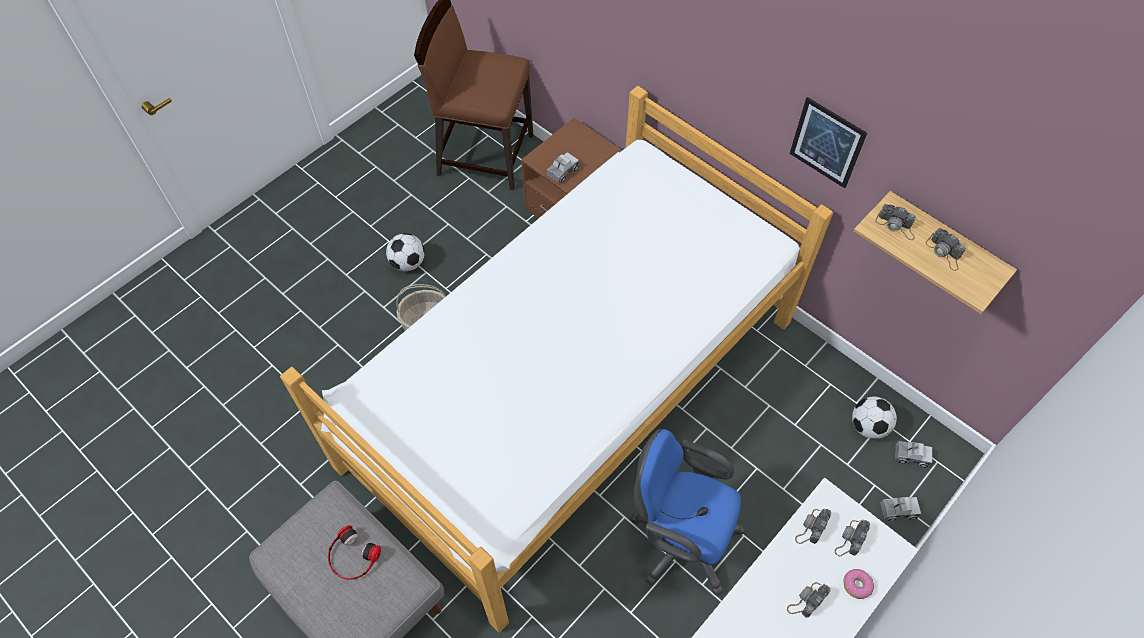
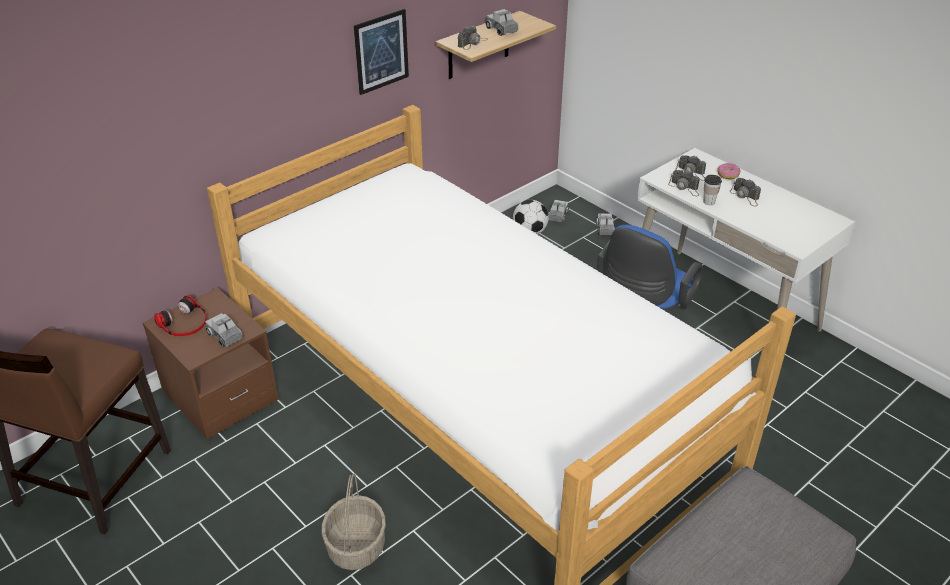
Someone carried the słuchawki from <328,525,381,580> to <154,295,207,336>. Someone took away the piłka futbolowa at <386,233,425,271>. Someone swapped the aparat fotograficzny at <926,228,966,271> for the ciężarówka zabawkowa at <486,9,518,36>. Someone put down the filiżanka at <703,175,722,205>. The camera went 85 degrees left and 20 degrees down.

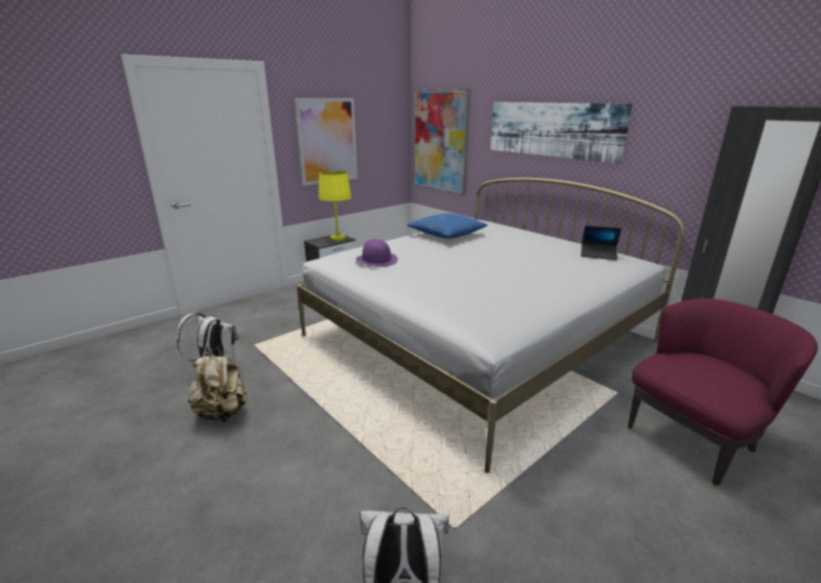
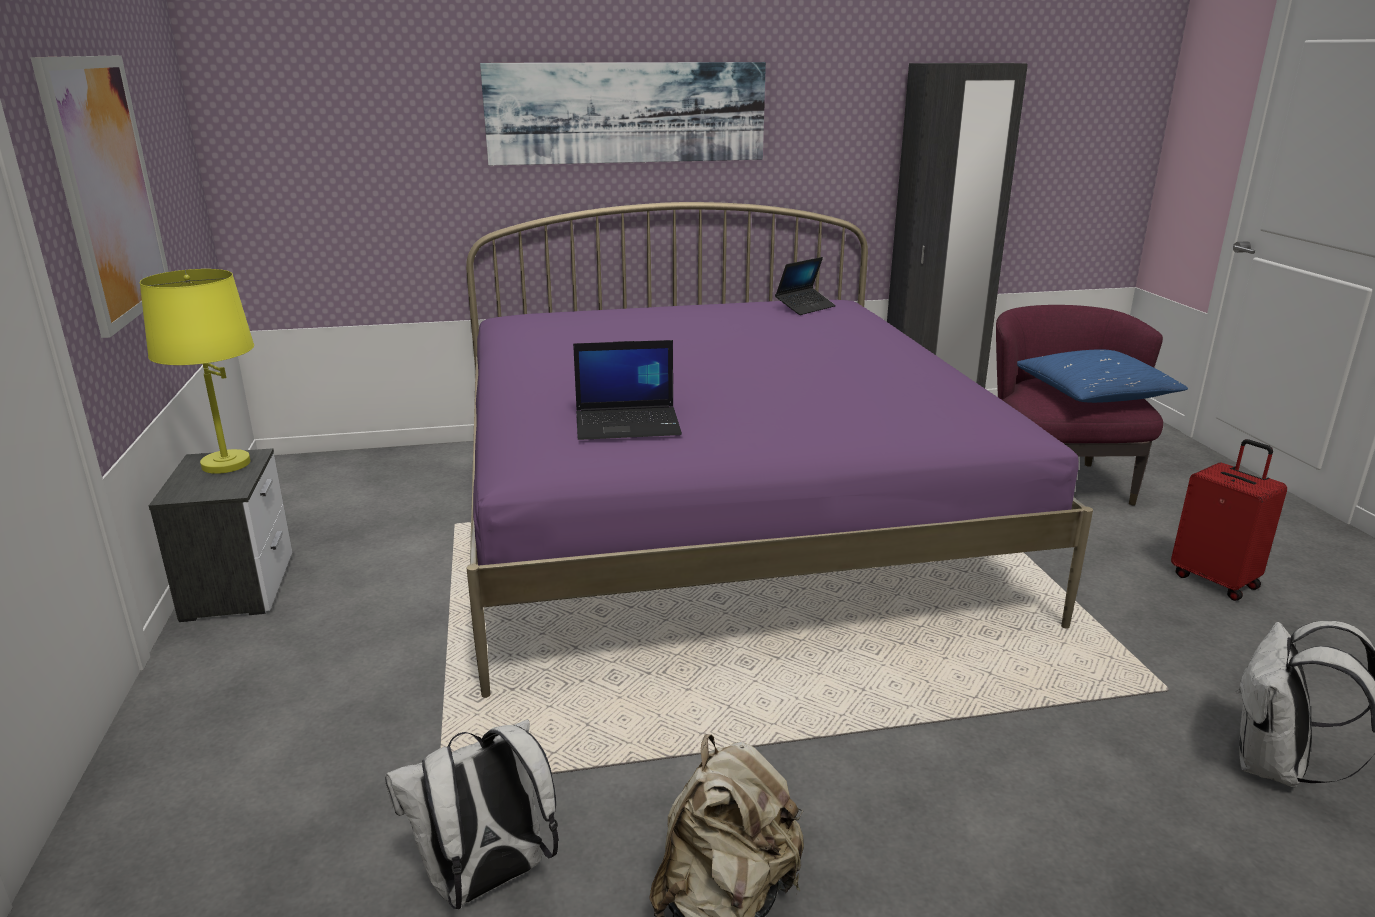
Someone repainted the łóżko/biały at <296,178,684,473>, which became the łóżko/fioletowy at <466,202,1093,698>. Someone swapped the kapelusz/fioletowy at <356,239,398,267> for the laptop at <573,340,682,440>. Someone carried the poduszka/niebieski from <407,213,487,239> to <1017,349,1188,403>. Someone took away the obraz at <414,89,471,195>. Someone put down the walizka/czerwony at <1171,439,1287,601>. The camera went 60 degrees left and 0 degrees up.

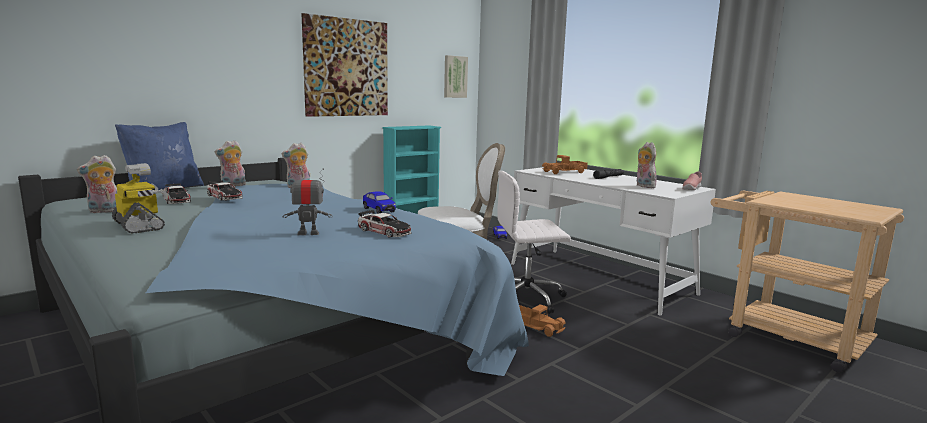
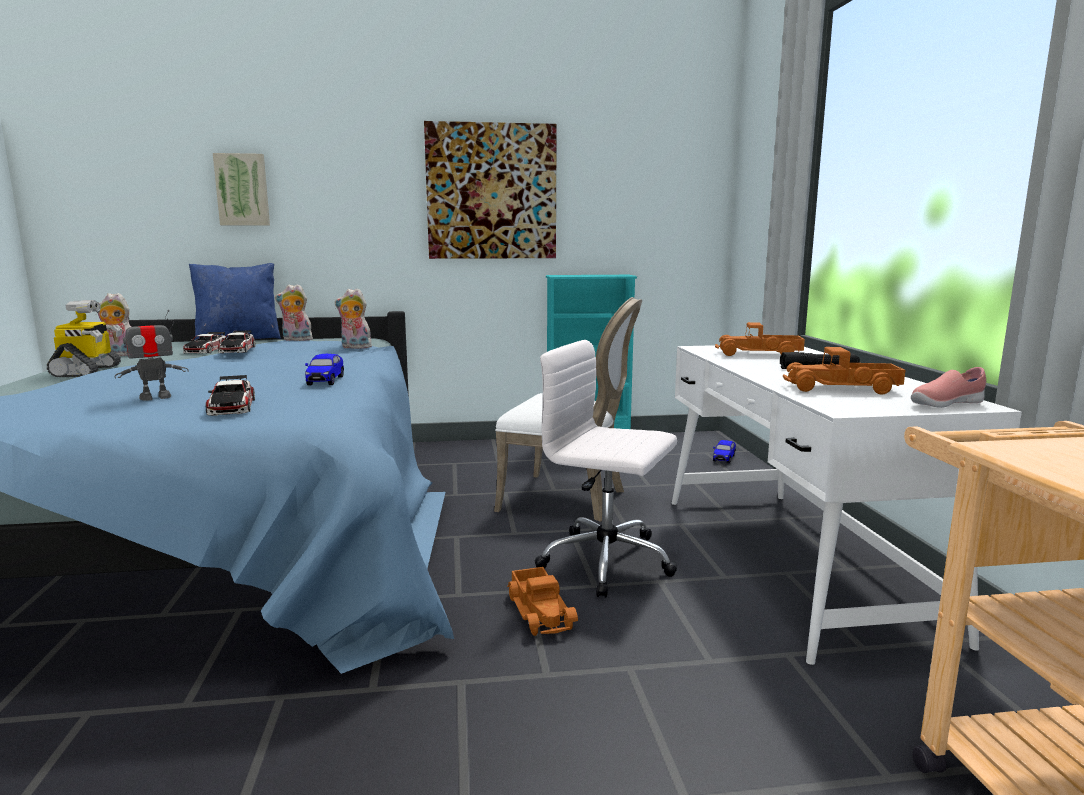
Someone rotated the robot zabawkowy at <283,168,333,235> by 120 degrees clockwise. Someone carried the obraz from <444,55,468,98> to <213,153,270,226>. Someone swapped the pluszak at <637,142,657,188> for the ciężarówka zabawkowa at <783,347,905,395>. The camera went 35 degrees right and 0 degrees up.

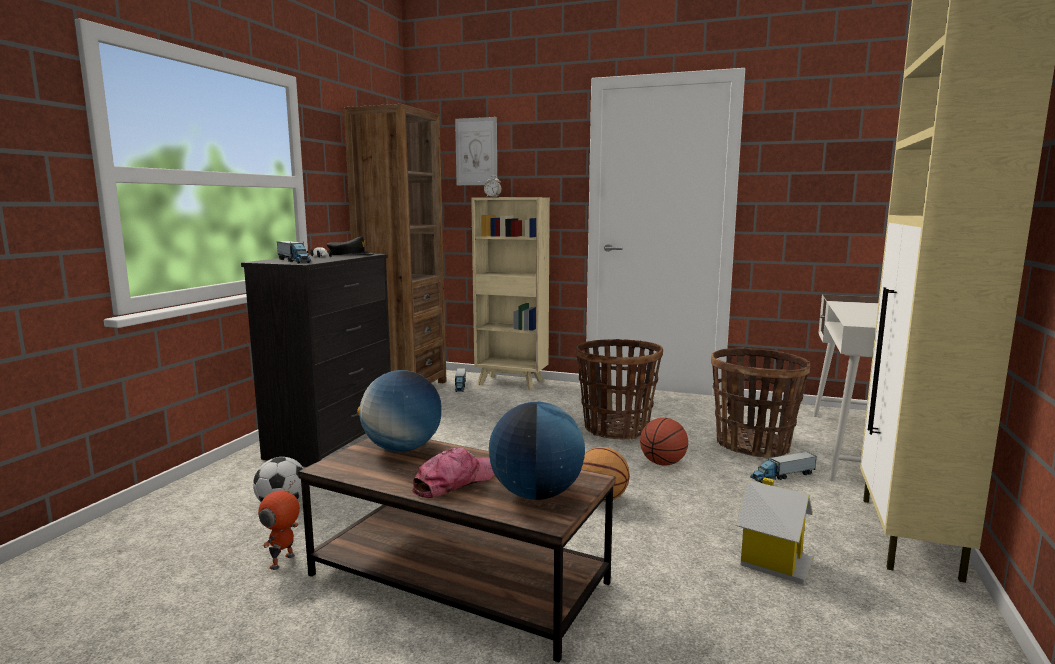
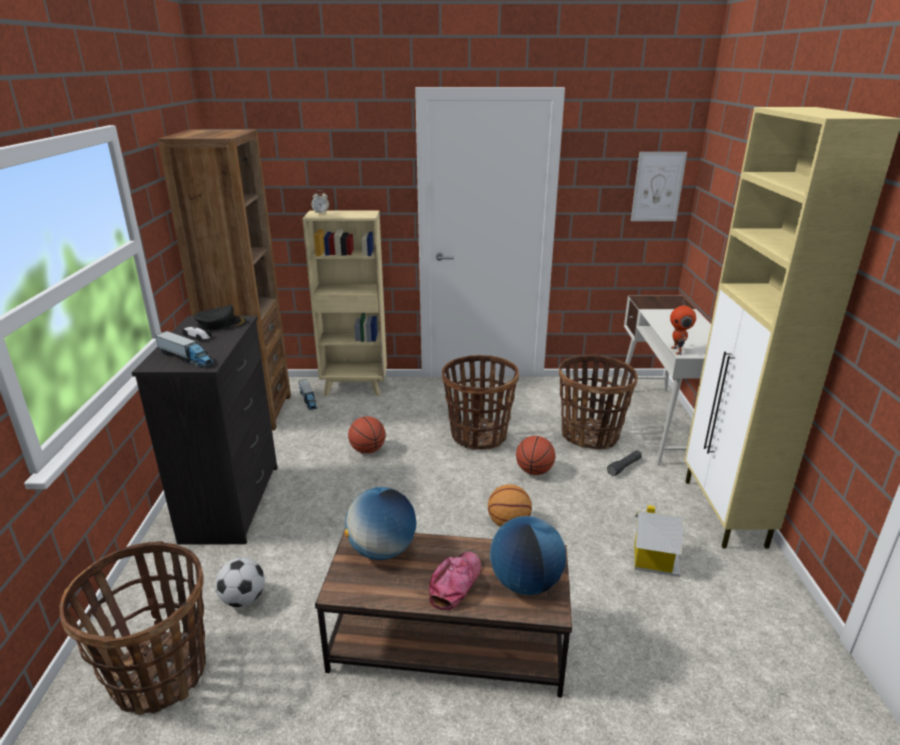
Someone carried the robot zabawkowy from <258,480,300,570> to <670,299,696,355>. Someone carried the obraz from <455,117,497,185> to <631,152,687,221>. Someone swapped the ciężarówka zabawkowa at <750,452,817,483> for the latarka/czarny at <607,450,642,476>. Someone put down the koszyk at <59,541,206,715>. Someone put down the piłka do koszykówki at <348,416,386,454>. The camera went 20 degrees left and 15 degrees up.

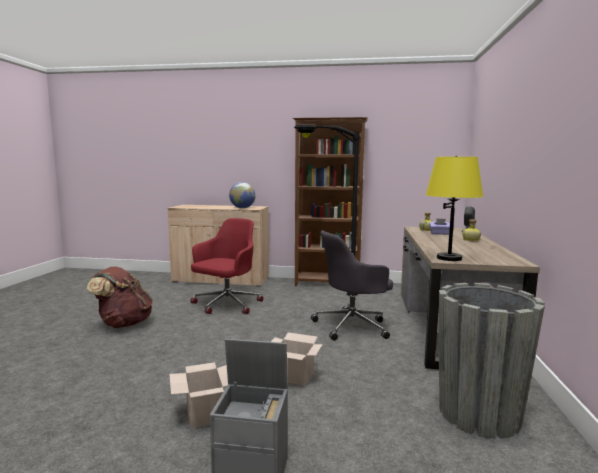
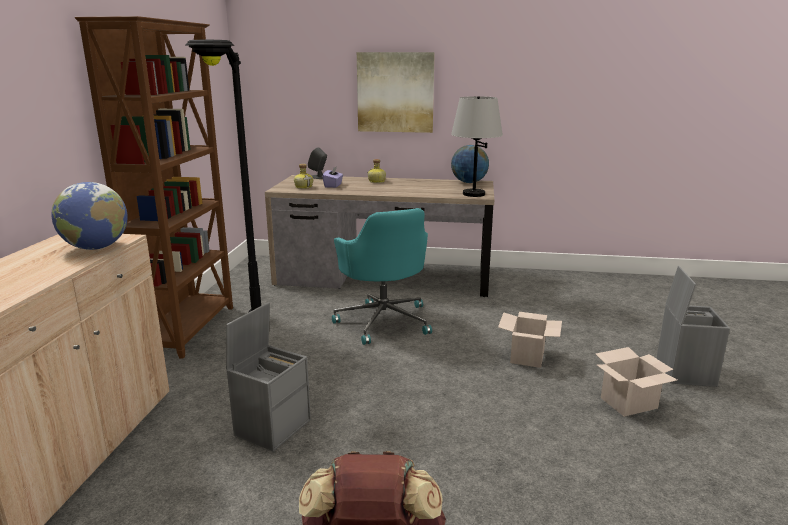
Someone swapped the krzesło biurowe/czerwony at <190,218,263,314> for the pojemnik do przechowywania/szary at <226,302,311,452>. Someone repainted the krzesło biurowe/szary at <311,231,393,341>, which became the krzesło biurowe/turkusowy at <332,208,432,345>. Someone repainted the lampa stołowa/żółty at <426,156,483,261>, which became the lampa stołowa/szary at <451,96,503,197>. Someone took away the donica/szary at <439,283,545,439>. Someone put up the obraz at <357,52,435,133>. Someone put down the globus at <451,145,489,183>. The camera went 90 degrees left and 10 degrees up.

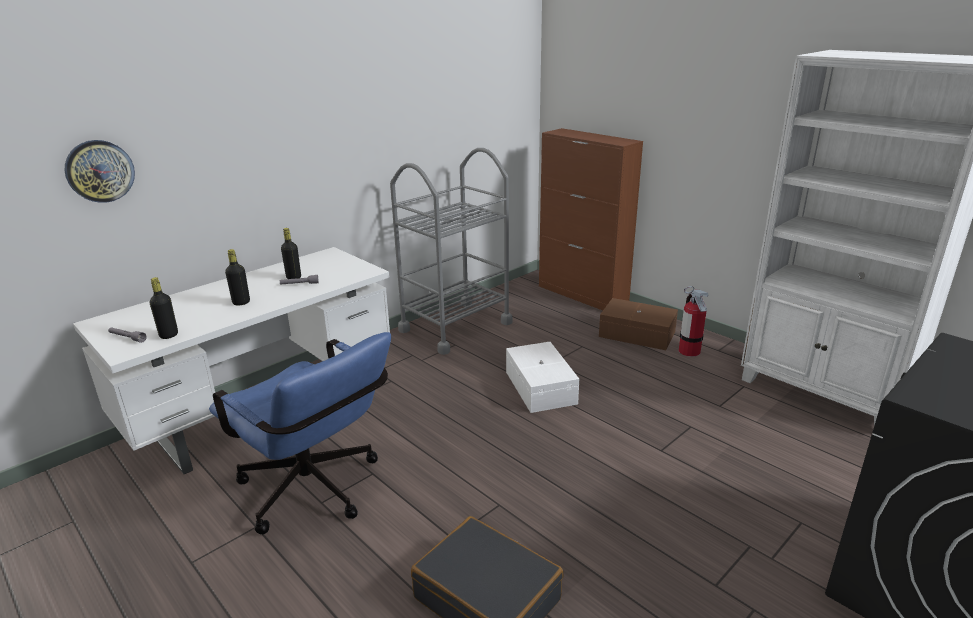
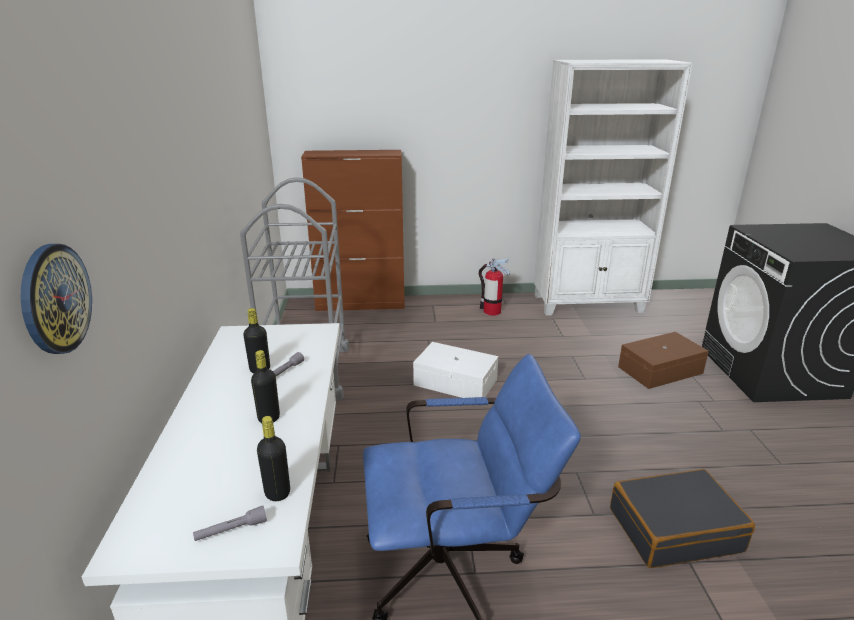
Someone carried the pojemnik do przechowywania/brązowy from <599,298,678,350> to <618,332,709,389>. The camera went 50 degrees left and 0 degrees up.

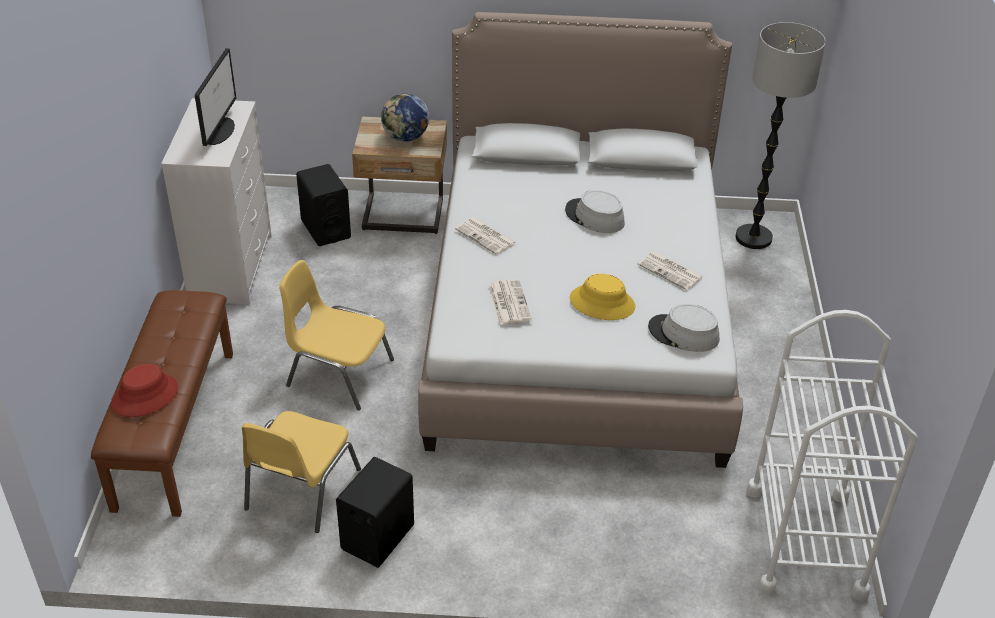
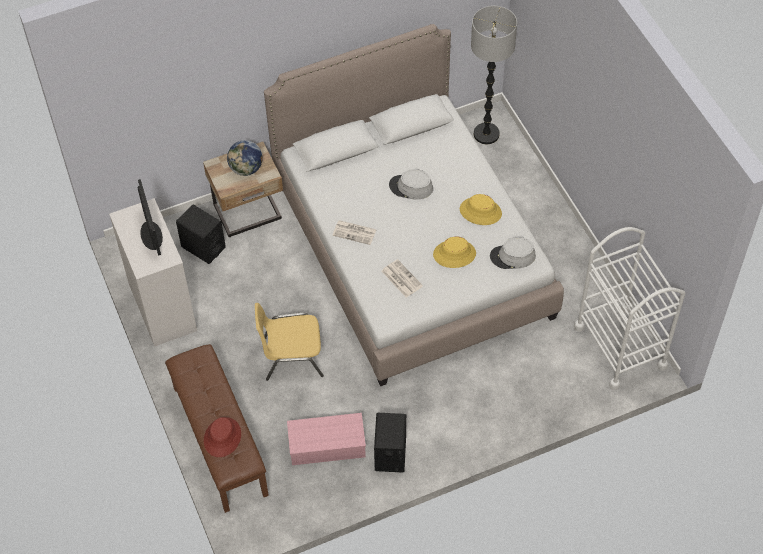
Someone swapped the krzesło/żółty at <242,411,361,533> for the pojemnik do przechowywania/różowy at <287,413,366,465>. Someone swapped the gazeta at <638,251,703,290> for the kapelusz/żółty at <460,194,502,225>. The camera went 25 degrees left and 15 degrees up.

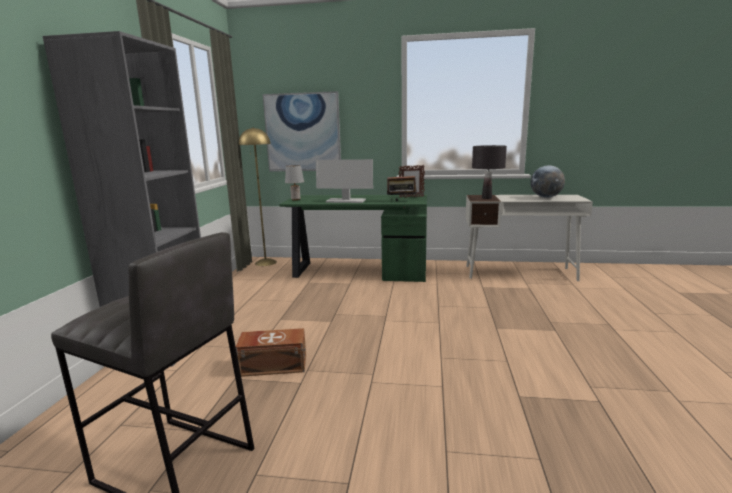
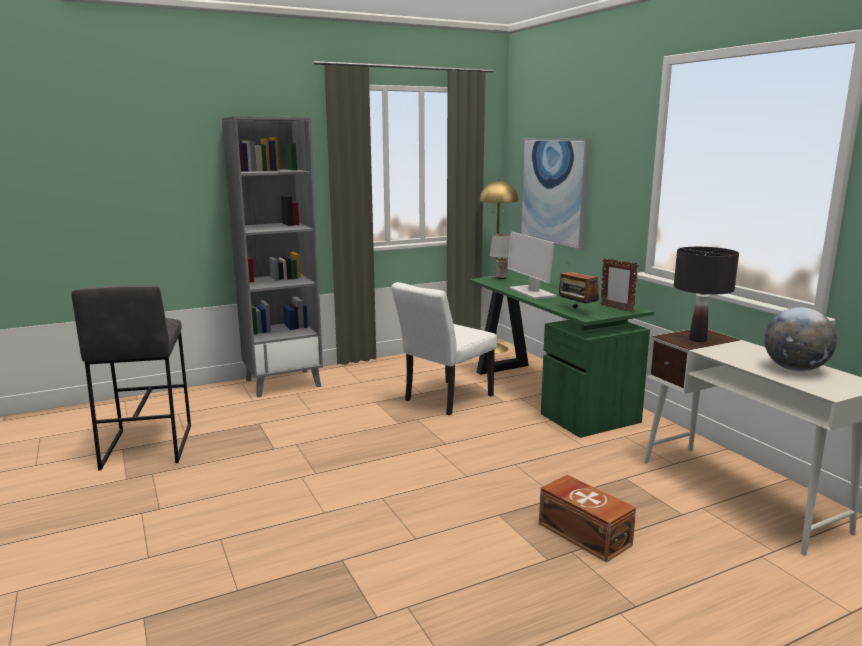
Someone carried the pojemnik do przechowywania/brązowy from <236,328,306,377> to <539,475,636,562>. Someone put down the krzesło/biały at <392,282,497,415>. The camera went 55 degrees right and 0 degrees up.

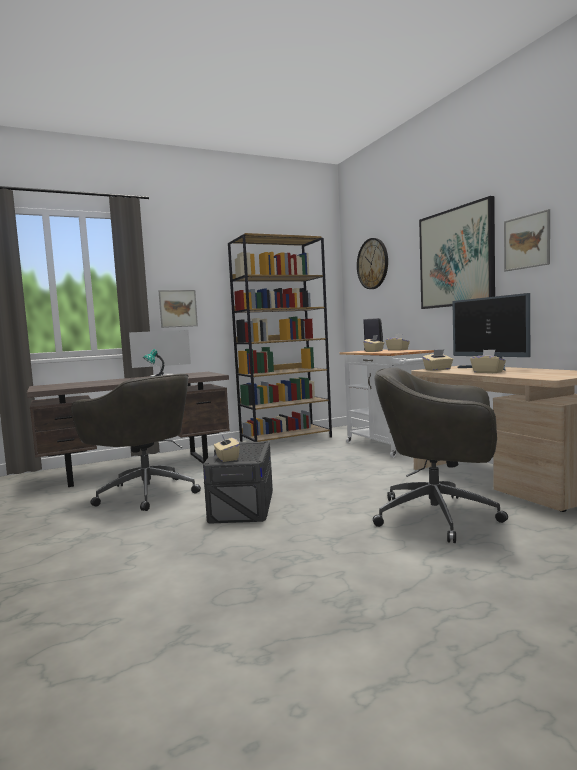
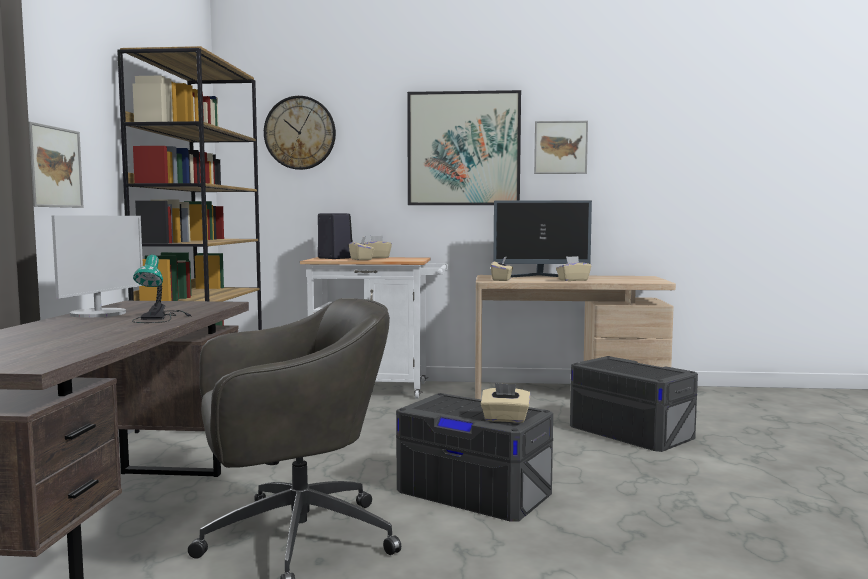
Someone swapped the krzesło biurowe/szary at <373,368,508,543> for the pojemnik do przechowywania/szary at <570,356,698,452>. The camera went 60 degrees left and 0 degrees up.

